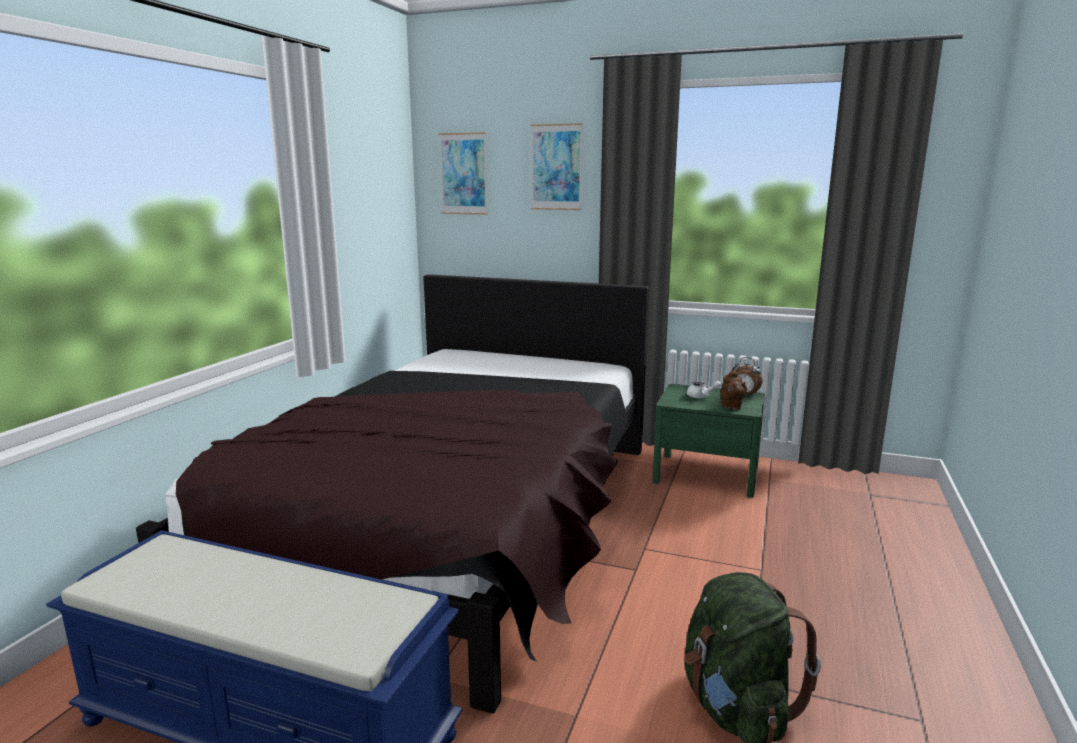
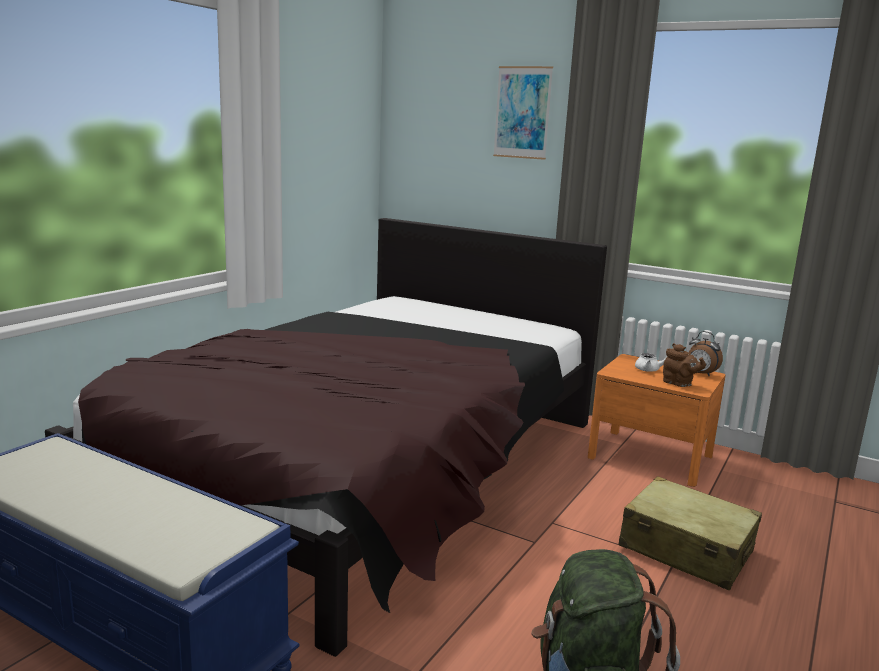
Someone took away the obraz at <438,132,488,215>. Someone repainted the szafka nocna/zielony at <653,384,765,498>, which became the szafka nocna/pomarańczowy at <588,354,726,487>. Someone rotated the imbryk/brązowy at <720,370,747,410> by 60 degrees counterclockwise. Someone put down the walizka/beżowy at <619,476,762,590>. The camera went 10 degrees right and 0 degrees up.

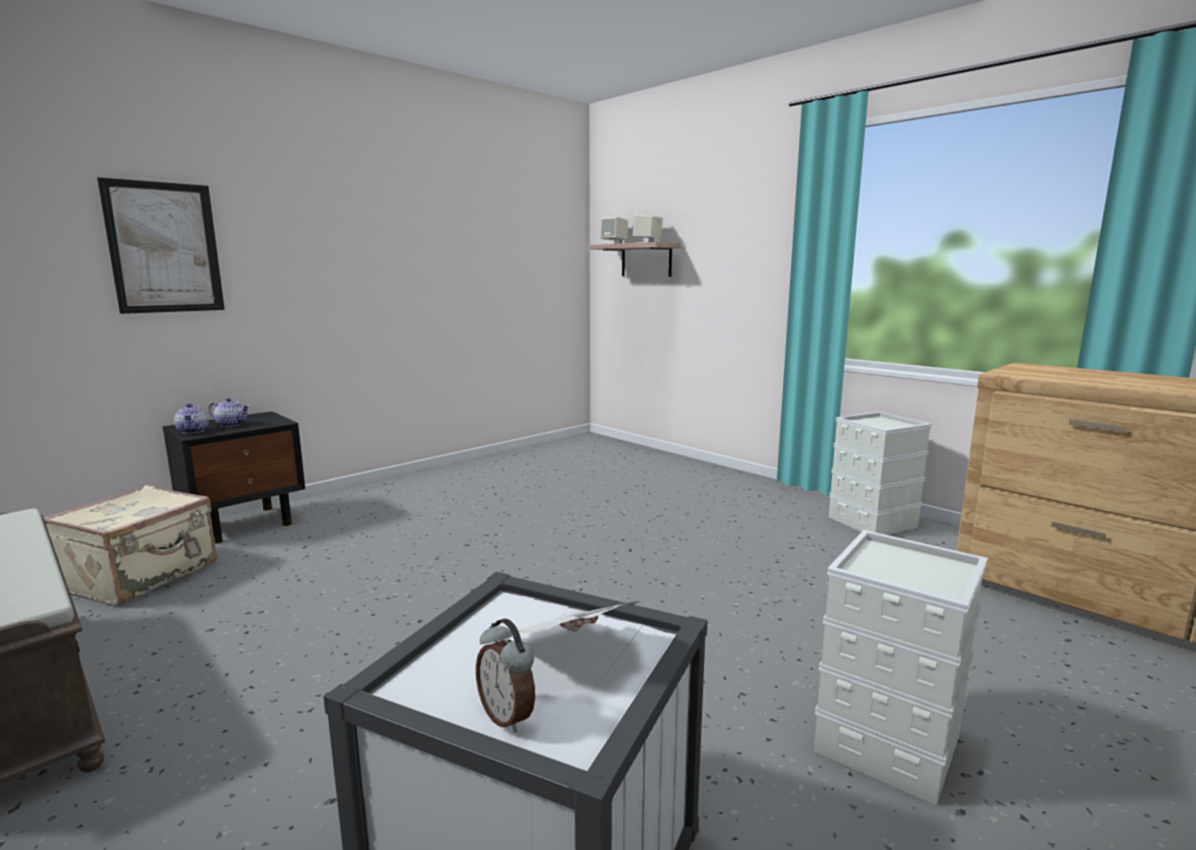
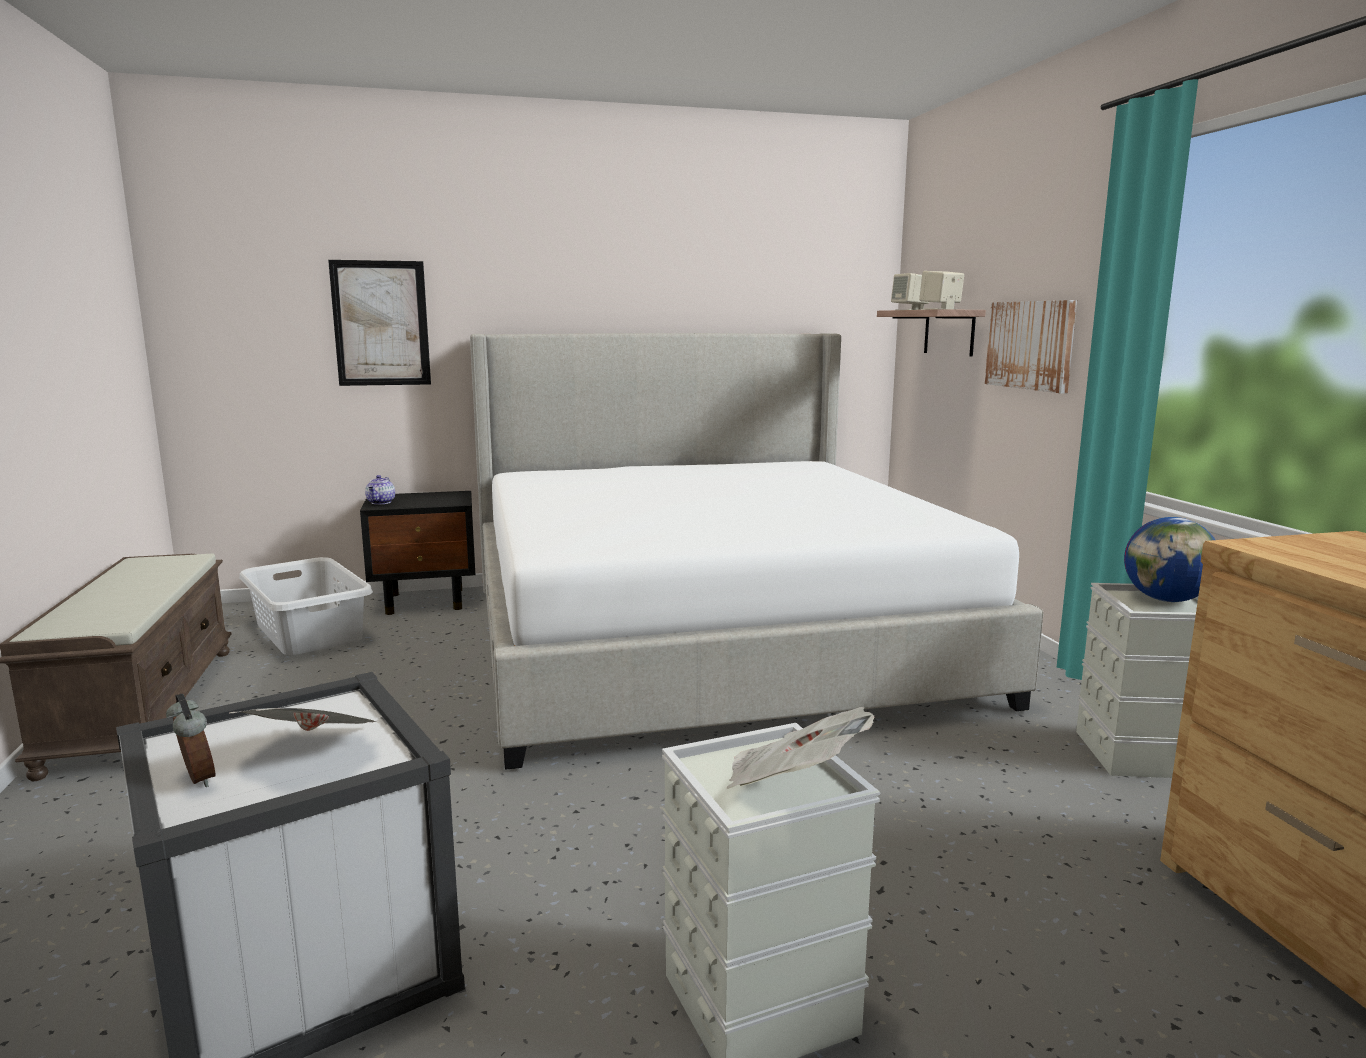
Someone swapped the walizka/beżowy at <44,485,217,606> for the kosz na pranie/szary at <239,557,373,655>. Someone took away the imbryk at <209,398,249,427>. Someone rotated the budzik at <476,619,535,733> by 150 degrees clockwise. Someone put down the łóżko at <470,333,1043,770>. Someone put down the gazeta at <727,707,874,789>. Someone put up the obraz at <985,300,1077,394>. Someone put down the globus at <1124,517,1215,602>. The camera went 30 degrees right and 0 degrees up.

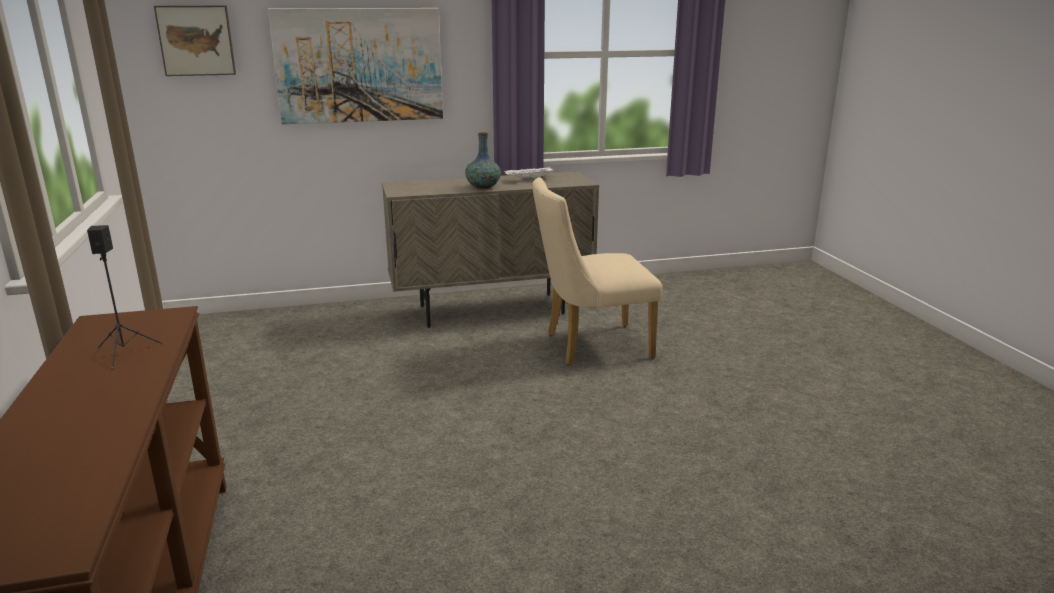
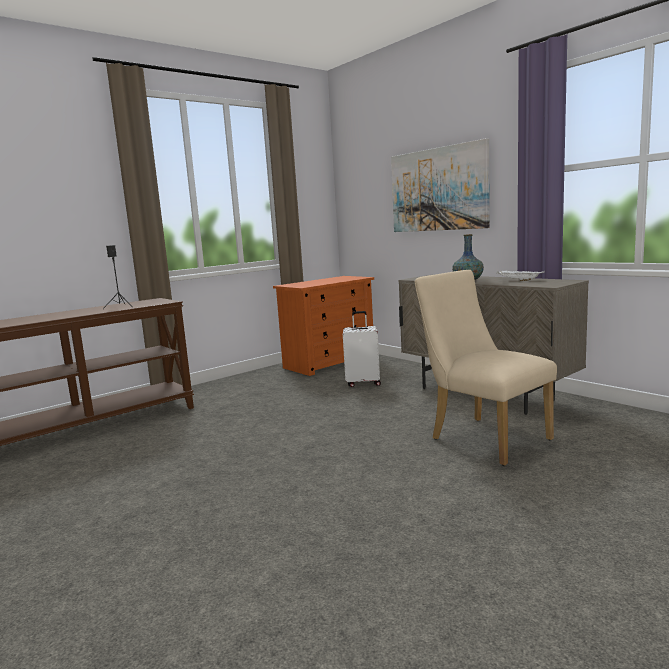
Someone took away the obraz at <154,6,236,76>. Someone put down the komoda/pomarańczowy at <273,276,374,376>. Someone put down the walizka/biały at <343,311,381,387>. The camera went 65 degrees right and 10 degrees down.

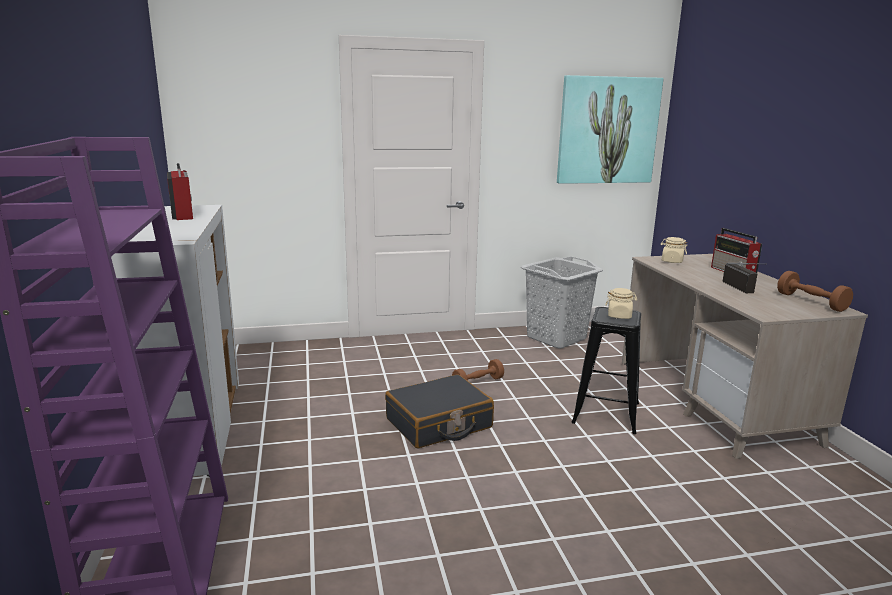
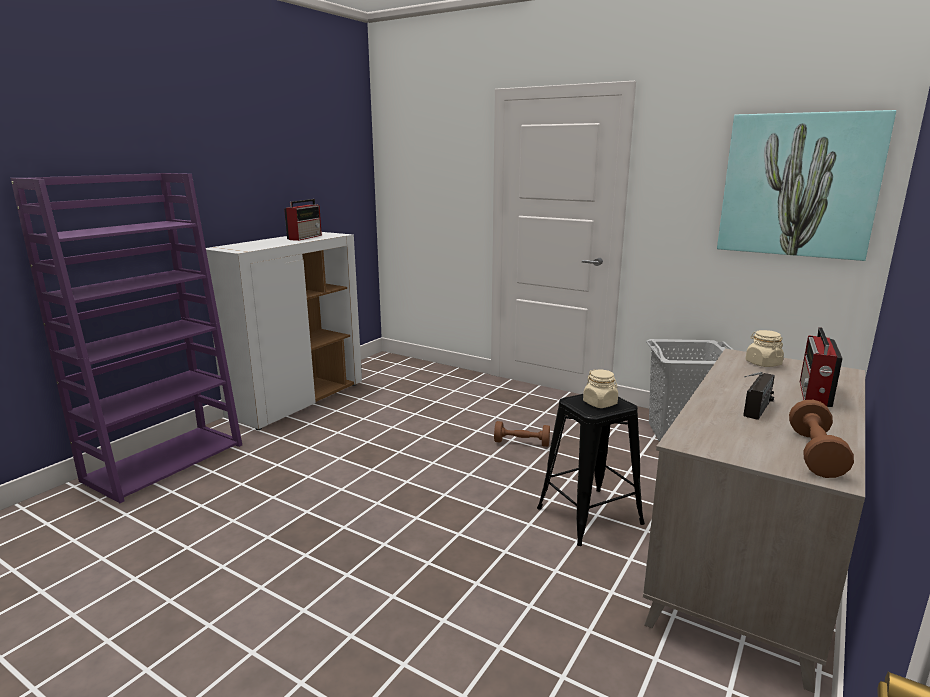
Someone took away the walizka/czarny at <385,374,494,448>. The camera went 45 degrees right and 0 degrees up.

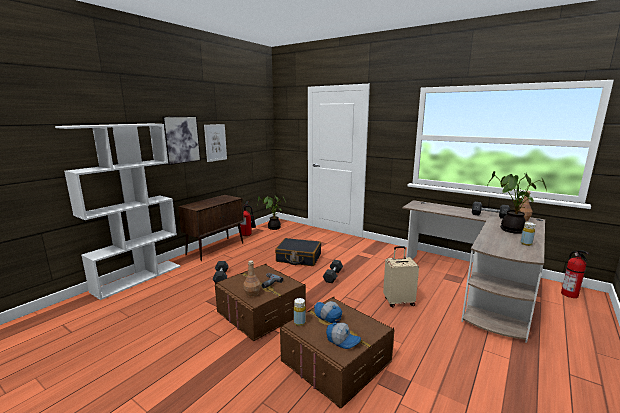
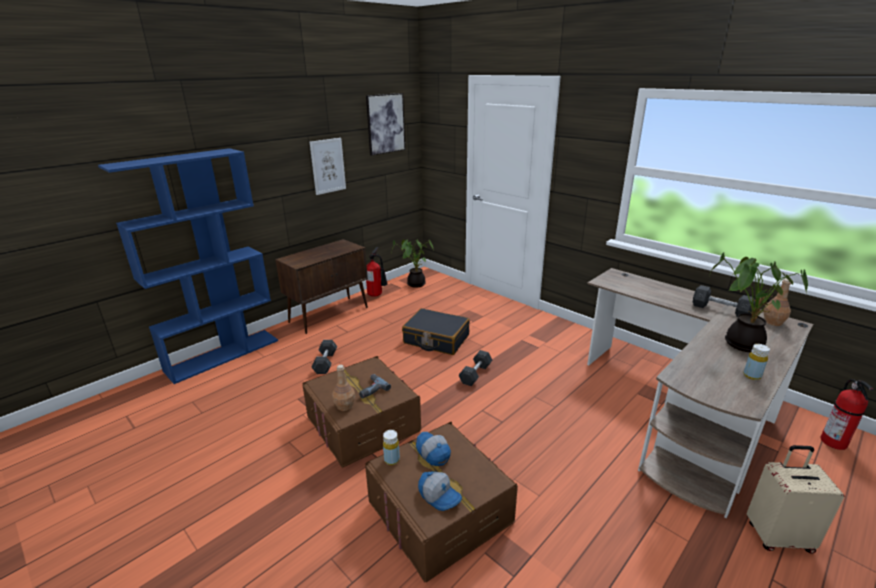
Someone repainted the regał/biały at <55,124,180,300>, which became the regał/niebieski at <98,148,278,384>. Someone carried the obraz from <162,116,201,165> to <366,93,405,156>. Someone carried the walizka/beżowy from <383,246,419,307> to <747,445,845,554>. The camera went 10 degrees right and 10 degrees up.

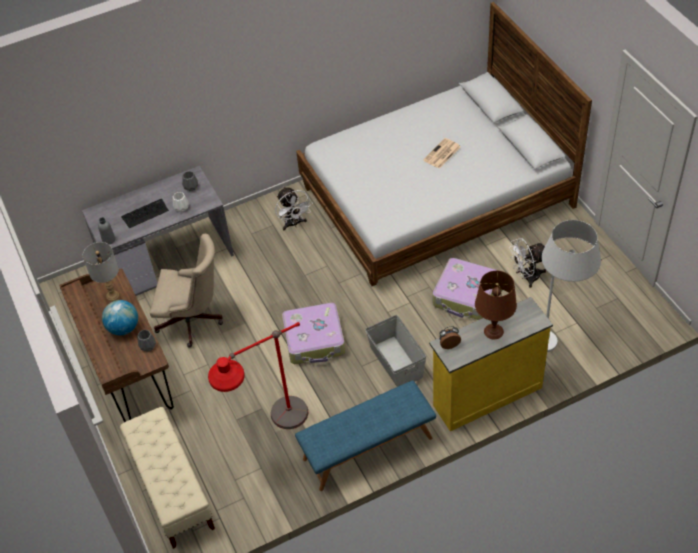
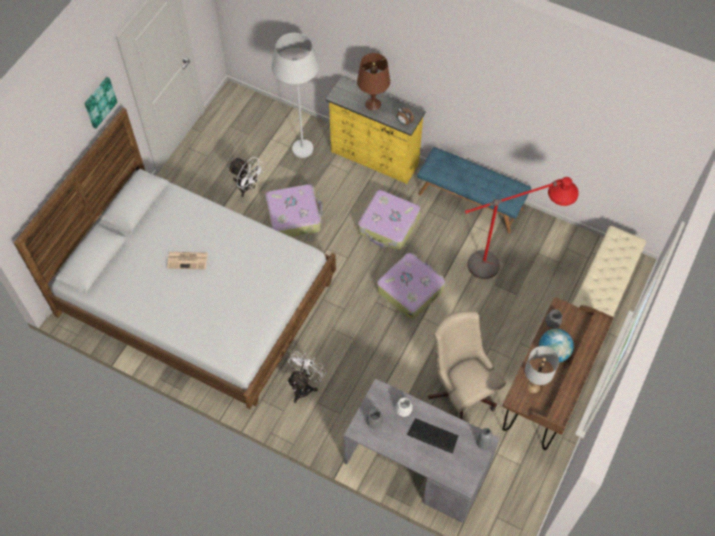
Someone swapped the pojemnik do przechowywania/szary at <365,315,426,387> for the walizka at <358,190,421,250>. Someone put up the obraz at <84,77,117,128>. The camera went 130 degrees left and 10 degrees up.

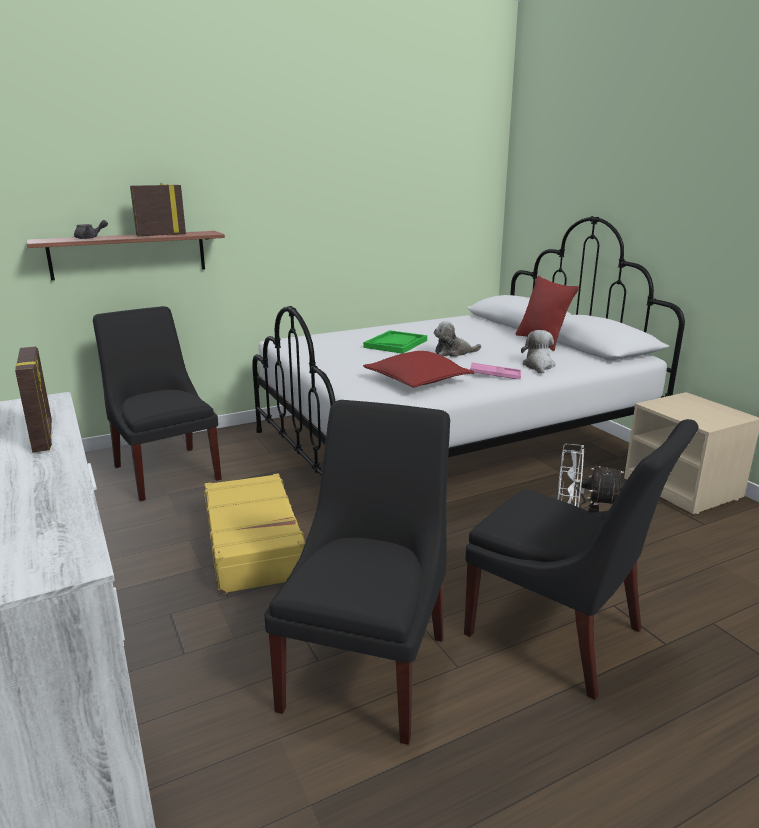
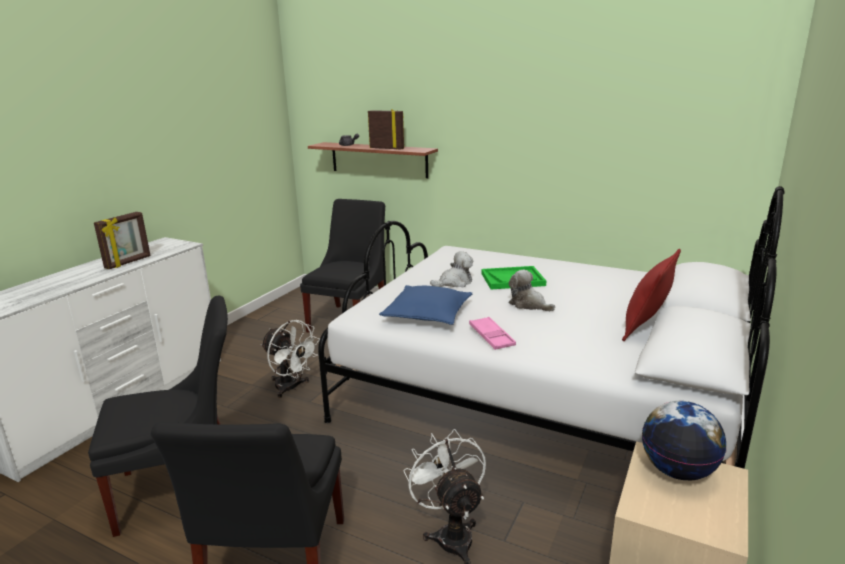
Someone swapped the walizka/żółty at <205,473,306,594> for the wentylator/biały at <261,320,320,398>. Someone repainted the poduszka/czerwony at <363,351,474,387>, which became the poduszka/niebieski at <379,285,472,325>. Someone carried the pluszak from <521,330,555,374> to <430,251,474,287>. Someone put down the globus at <642,401,726,480>. The camera went 55 degrees right and 0 degrees up.

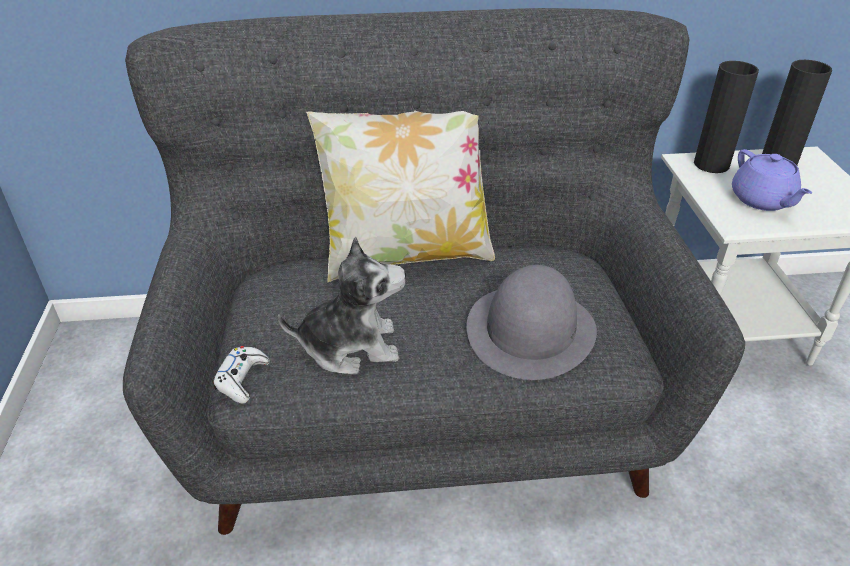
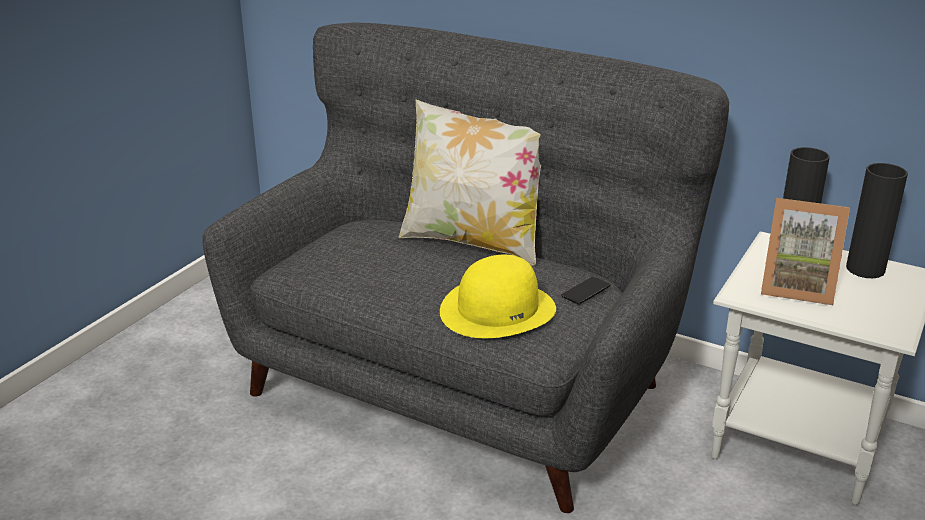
Someone took away the pad do gier/biały at <212,346,270,404>. Someone took away the pluszak at <278,237,406,375>. Someone repainted the kapelusz/szary at <467,265,597,380>, which became the kapelusz/żółty at <440,255,556,338>. Someone swapped the imbryk/fioletowy at <732,149,812,211> for the ramka na zdjęcie at <761,198,850,305>. Someone put down the telefon at <561,277,610,304>. The camera went 35 degrees right and 10 degrees down.

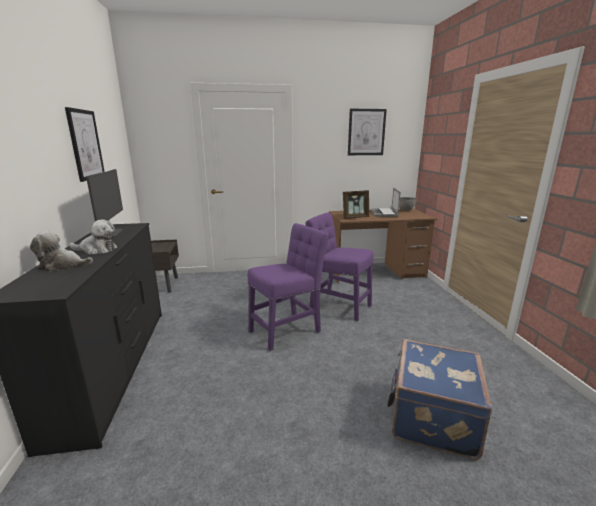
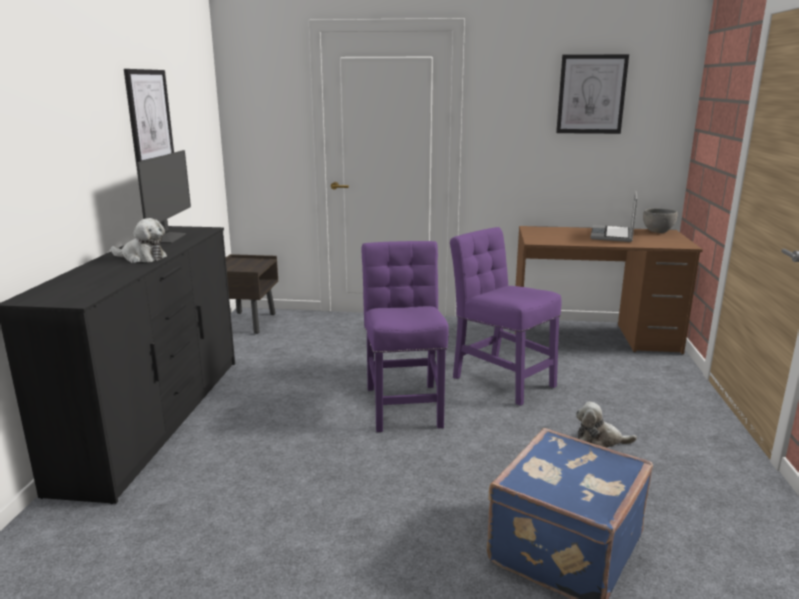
Someone carried the pluszak from <30,231,93,271> to <576,402,637,447>. Someone rotated the krzesło/fioletowy at <248,223,329,351> by 75 degrees counterclockwise. Someone took away the ramka na zdjęcie at <343,190,370,219>. The camera went 15 degrees right and 0 degrees up.

